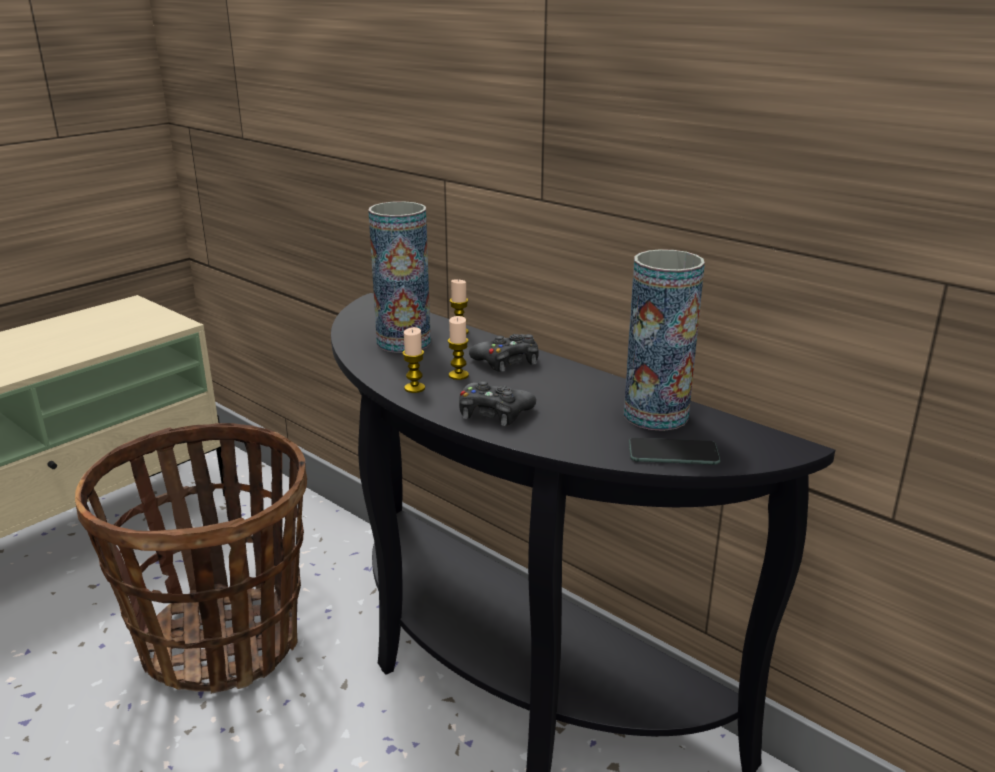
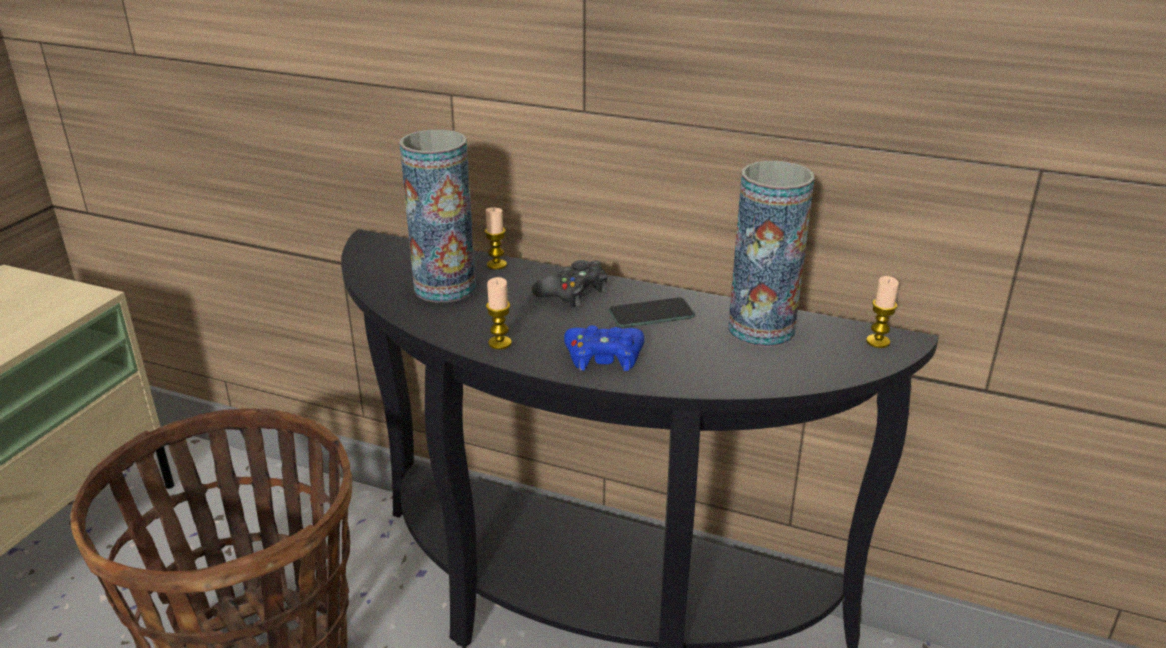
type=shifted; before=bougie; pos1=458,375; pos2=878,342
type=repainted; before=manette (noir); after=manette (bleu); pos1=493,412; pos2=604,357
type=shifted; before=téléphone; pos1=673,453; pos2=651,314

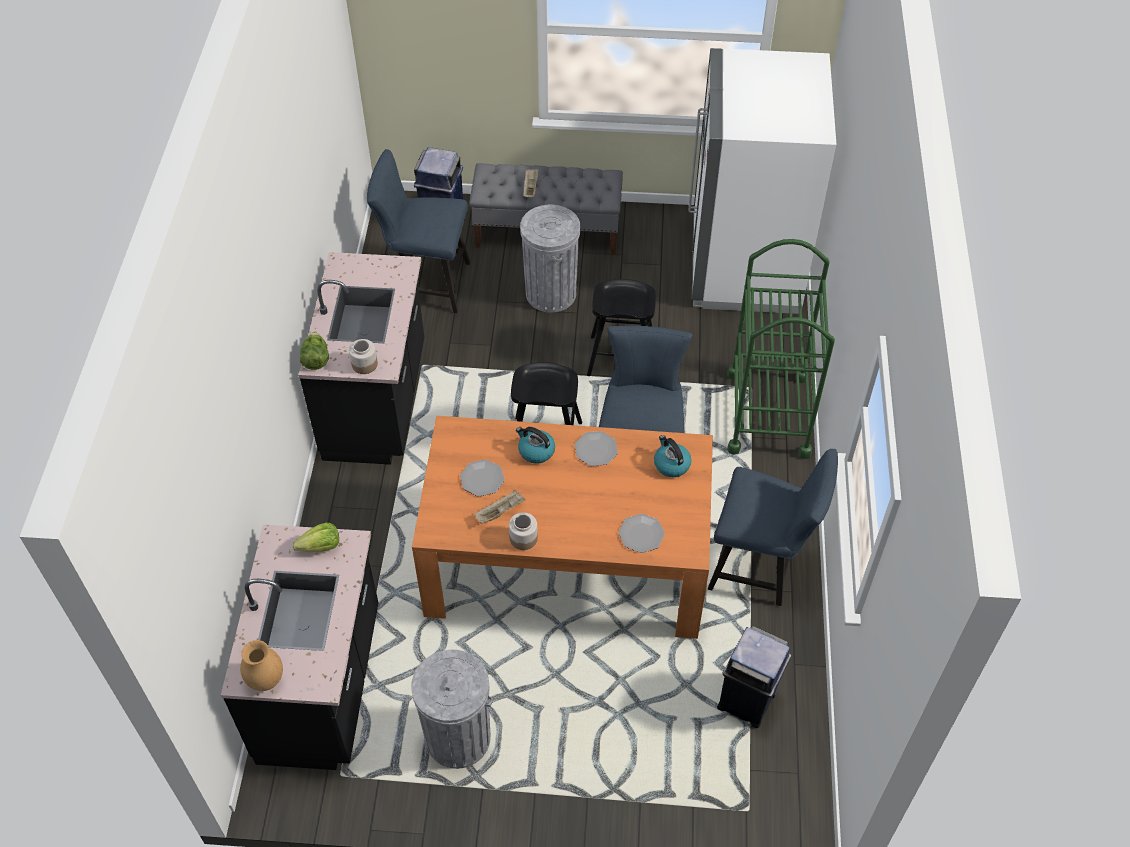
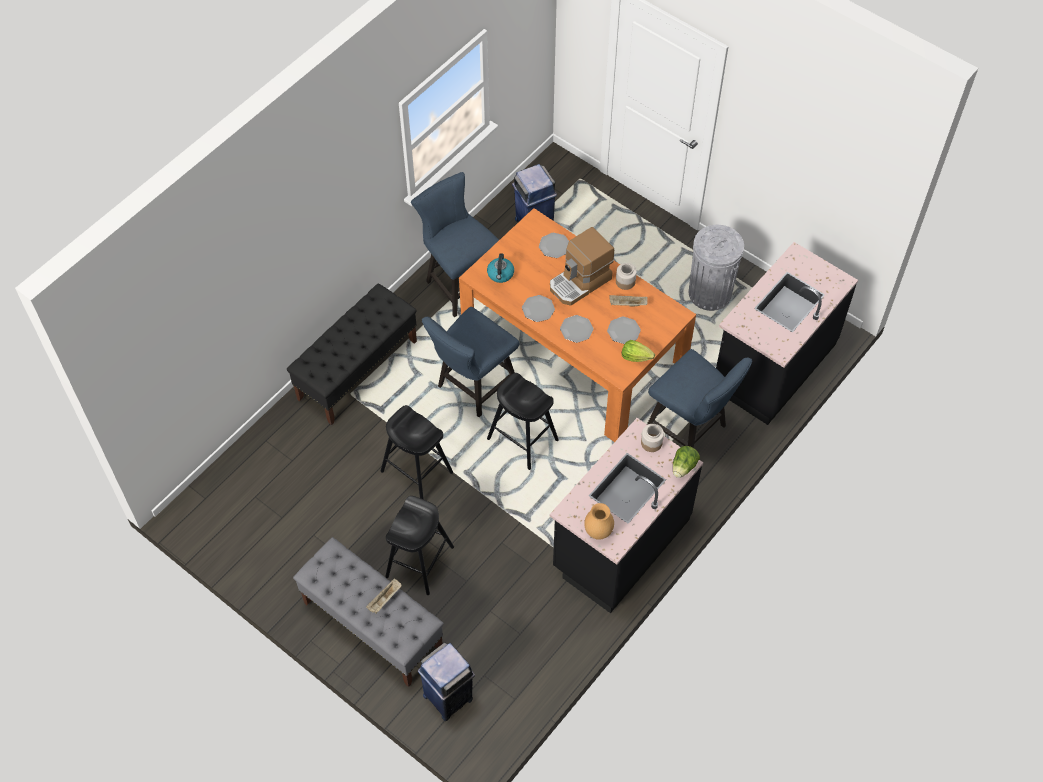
type=shifted; before=vase (marron); pos1=265,680; pos2=599,532
type=shifted; before=laitue; pos1=321,547; pos2=636,357
type=shifted; before=chaise (bleu); pos1=426,283; pos2=690,430
type=swapped; before=bouilloire; after=assiette; pos1=535,451; pos2=576,329
type=swapped; before=poubelle (gris); after=tabouret (noir); pos1=550,293; pos2=420,561
type=gone; before=réfrigérateur (blanc); pos1=744,266
type=swapped; before=chariot (vert); after=banc (noir); pos1=768,413; pos2=357,370
type=new; after=machine à café; pos2=580,282

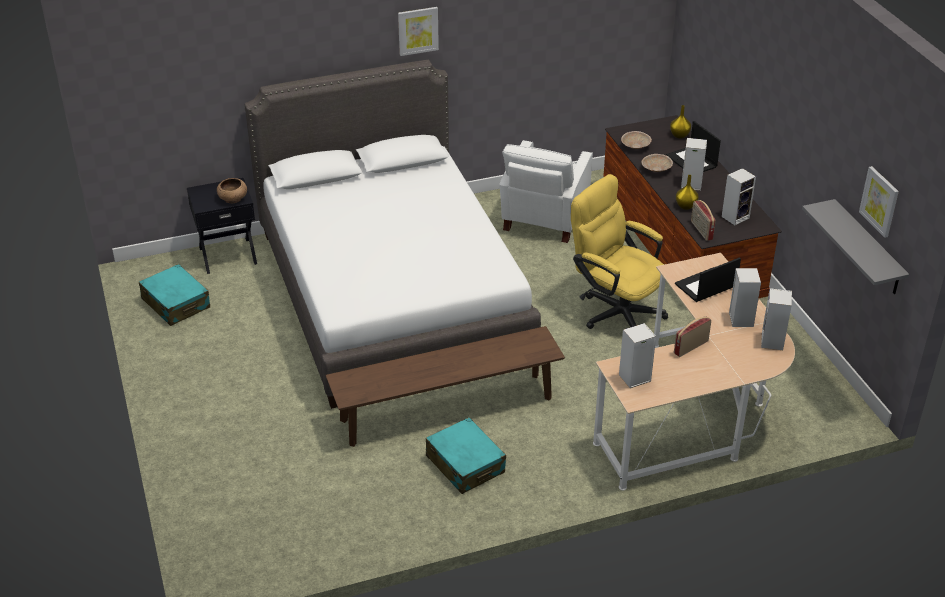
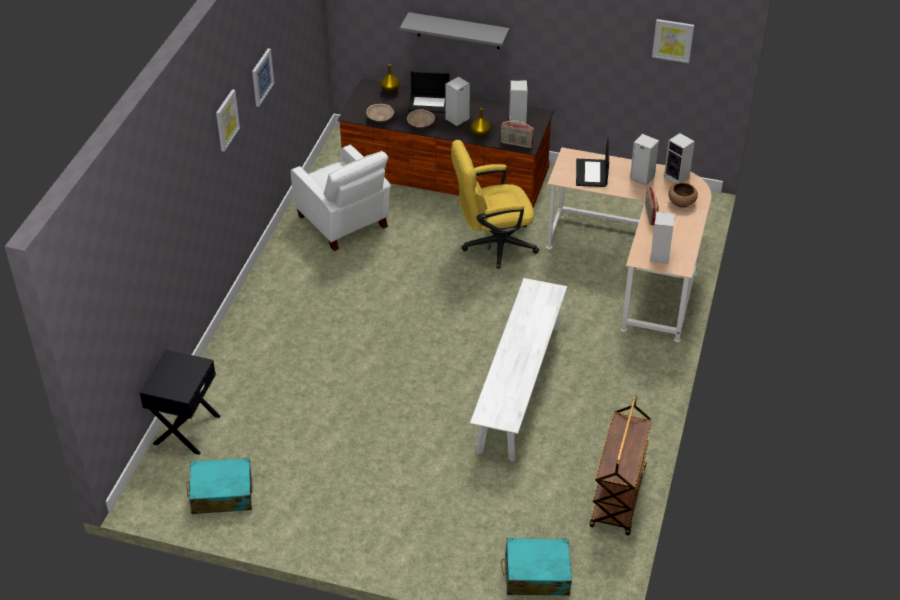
type=shifted; before=bol (marron); pos1=233,199; pos2=682,202
type=gone; before=lit (blanc); pos1=391,295
type=repainted; before=banc (marron); after=banc (blanc); pos1=446,409; pos2=519,387
type=shifted; before=valise (turquoise); pos1=465,464; pos2=536,574
type=shifted; before=étagère (gris); pos1=867,248; pos2=458,31
type=new; after=tableau; pos2=262,77
type=new; after=chariot (marron); pos2=618,497

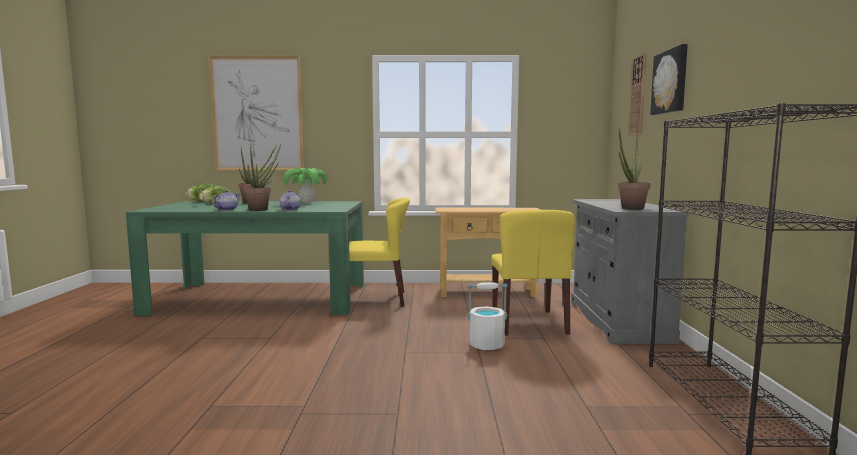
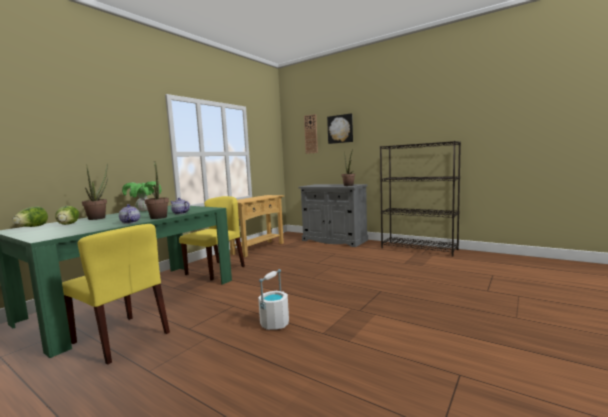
type=gone; before=tableau; pos1=257,114
type=shifted; before=seau (blanc); pos1=487,345; pos2=275,323
type=shifted; before=chaise (jaune); pos1=529,323; pos2=122,338

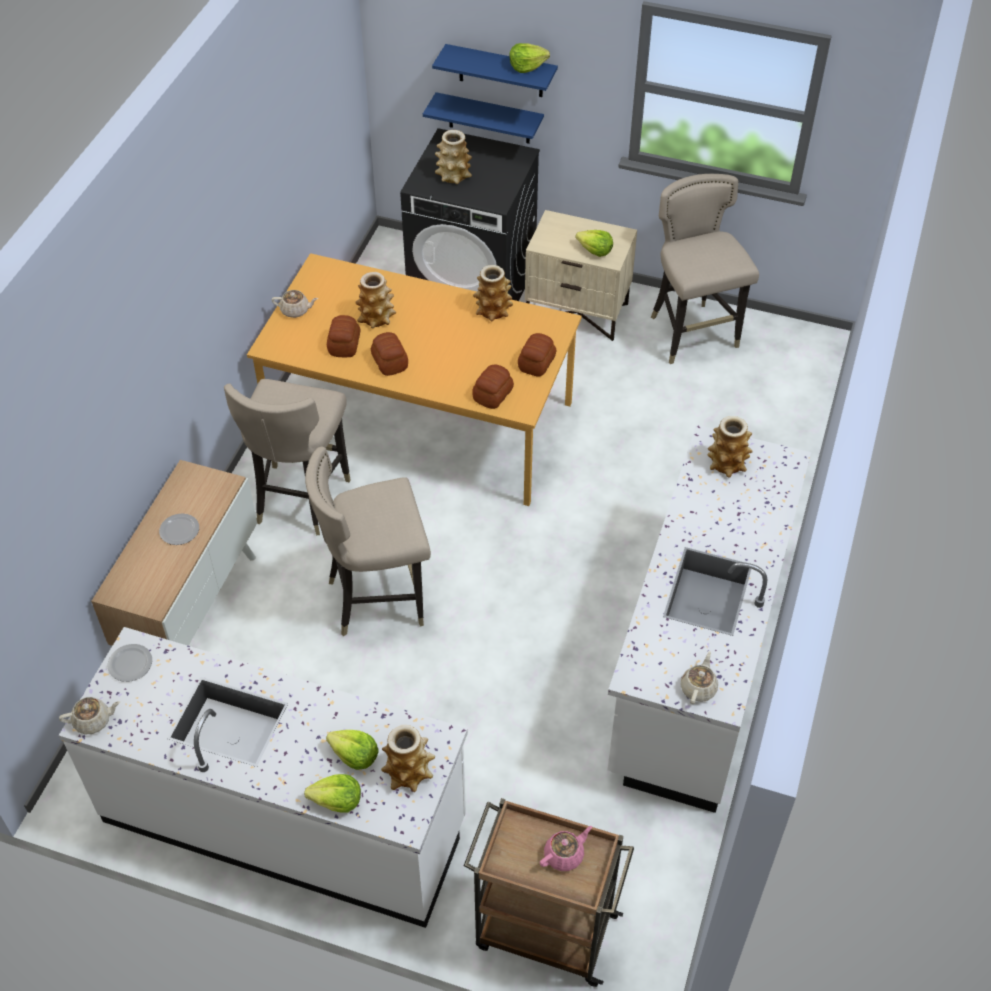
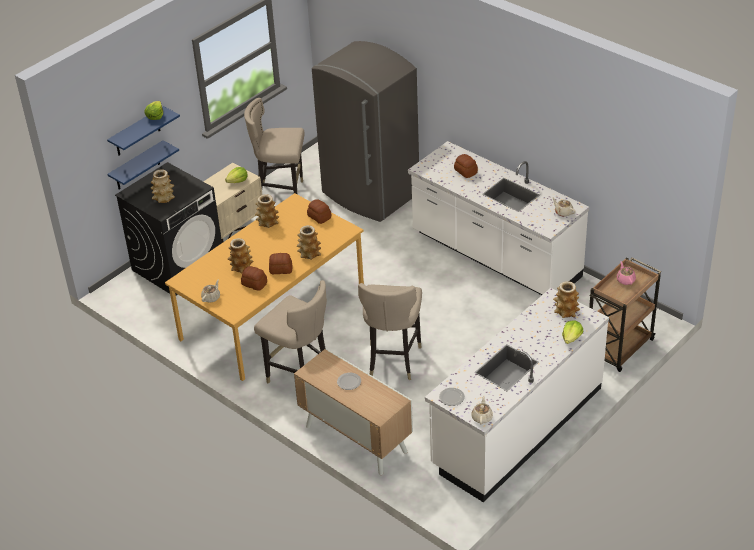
type=gone; before=laitue; pos1=354,756
type=shifted; before=pain; pos1=493,394; pos2=465,171
type=shifted; before=vase; pos1=727,463; pos2=309,253
type=new; after=réfrigérateur (gris); pos2=370,194

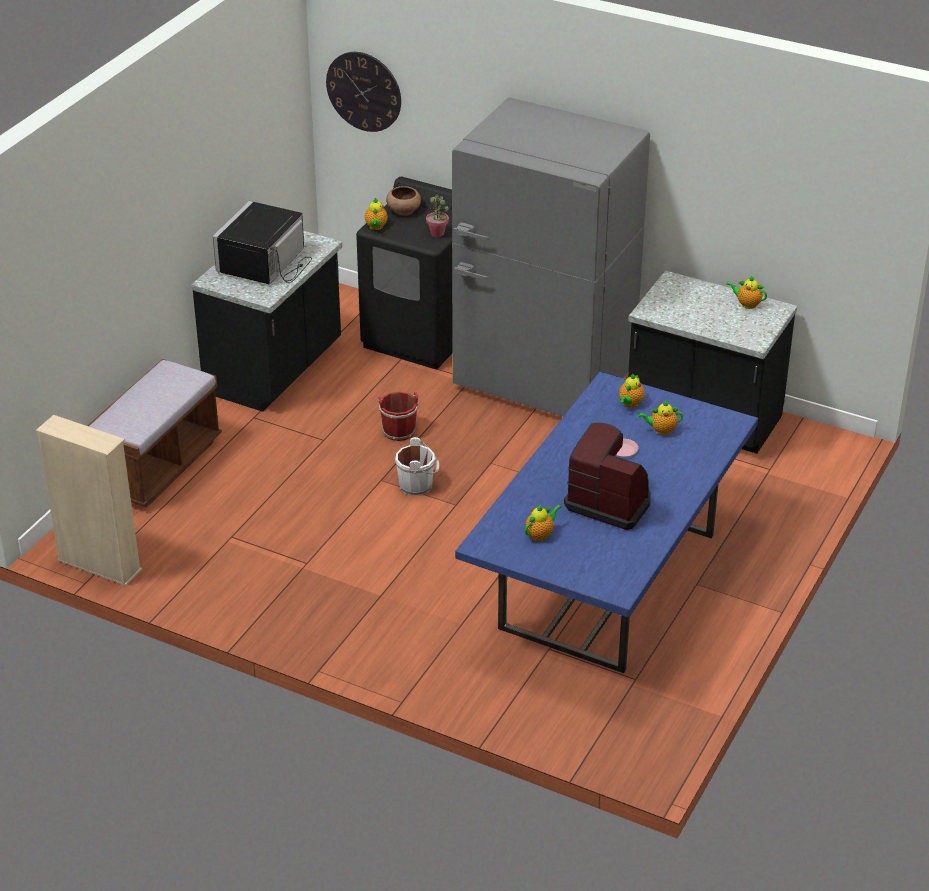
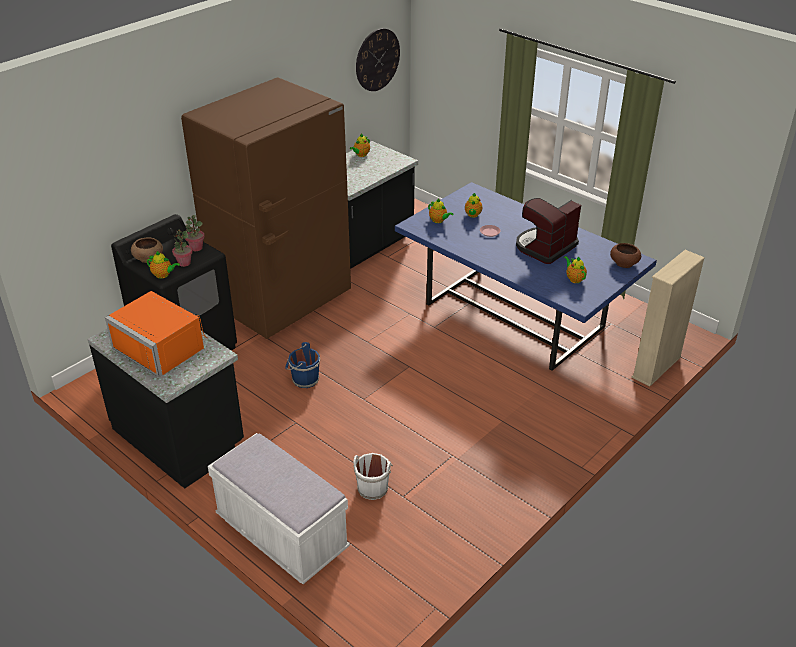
type=shifted; before=bibliothèque (beige); pos1=99,565; pos2=656,367
type=repainted; before=banc (marron); after=banc (blanc); pos1=157,466; pos2=282,535
type=repainted; before=micro-ondes (noir); after=micro-ondes (orange); pos1=266,264; pos2=164,347
type=shifted; before=horloge murale; pos1=364,91; pos2=377,60
type=repainted; before=seau (rouge); after=seau (bleu); pos1=398,430; pos2=304,380
type=shifted; before=seau (blanc); pos1=417,485; pos2=372,487
type=repainted; before=réfrigérateur (gris); after=réfrigérateur (marron); pos1=543,381; pos2=282,300
type=new; after=plante en pot; pos2=184,263
type=new; after=bol (marron); pos2=624,263

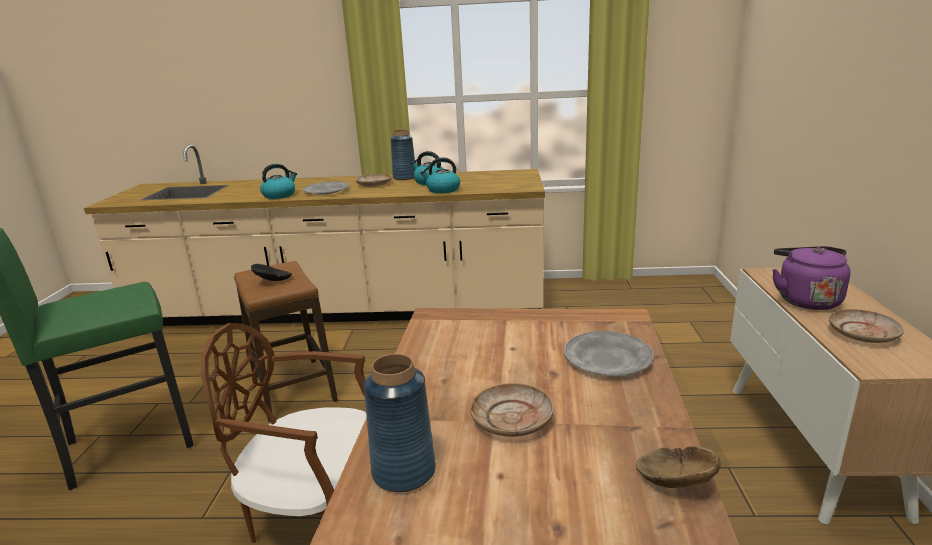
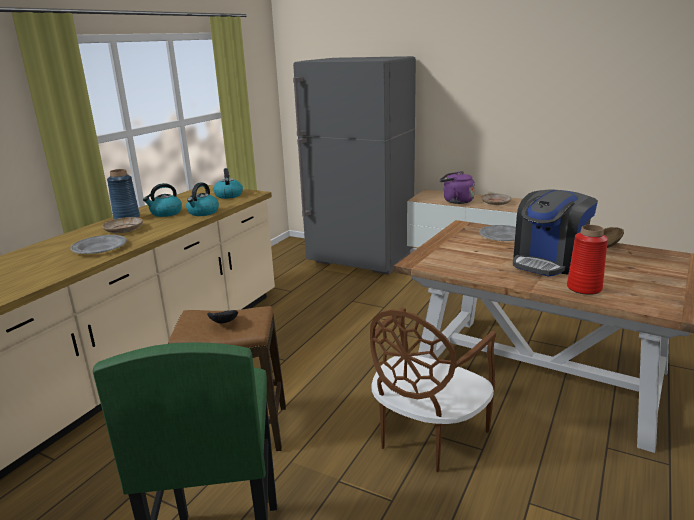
type=shifted; before=bouilloire; pos1=279,195; pos2=228,195
type=repainted; before=vase (bleu); after=vase (rouge); pos1=403,471; pos2=584,288
type=swapped; before=assiette (beige); after=machine à café; pos1=512,419; pos2=549,262
type=new; after=réfrigérateur (gris); pos2=360,261

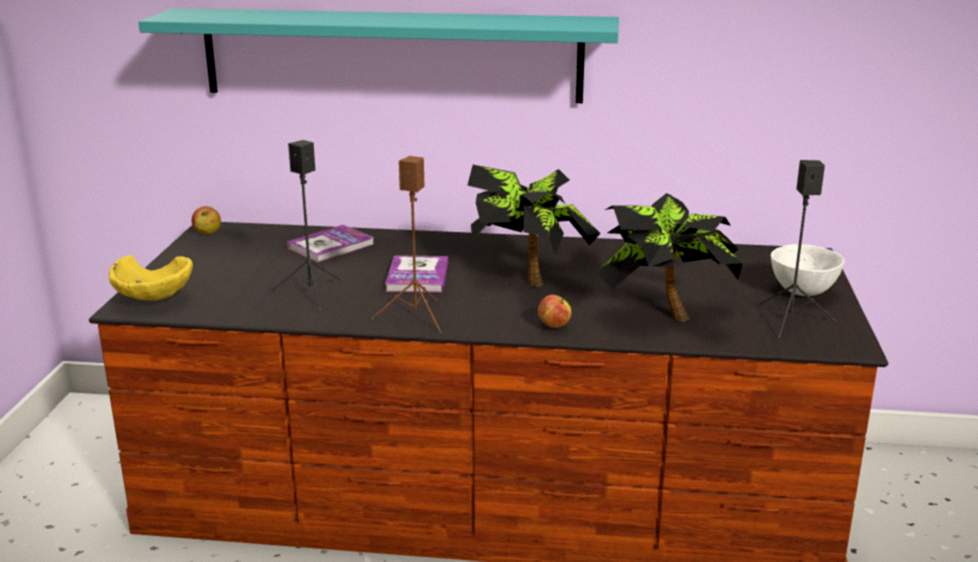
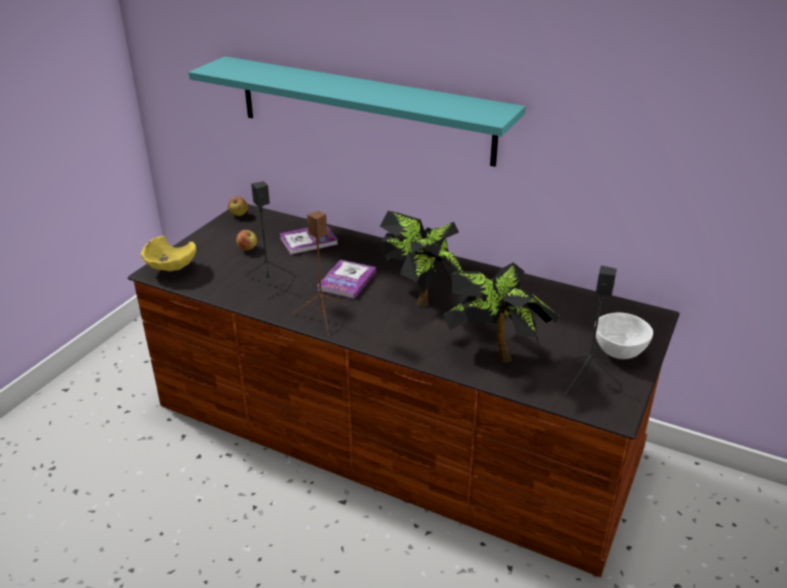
type=shifted; before=pomme; pos1=554,326; pos2=247,248

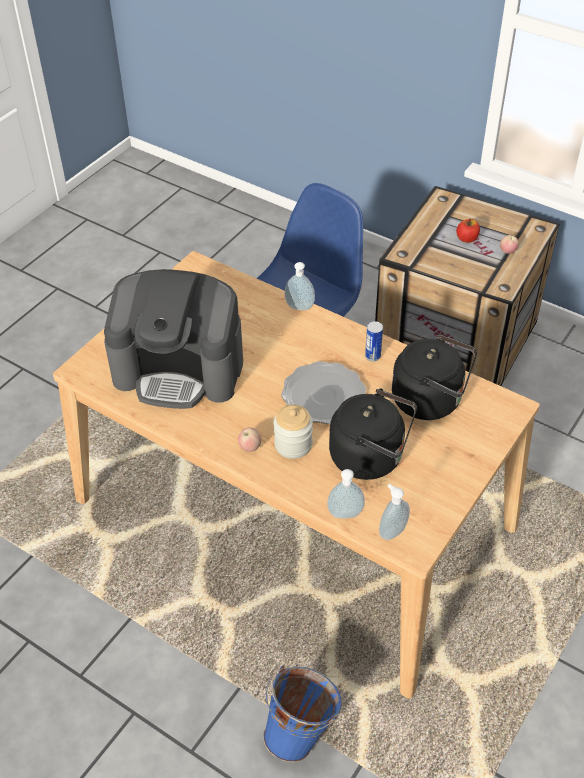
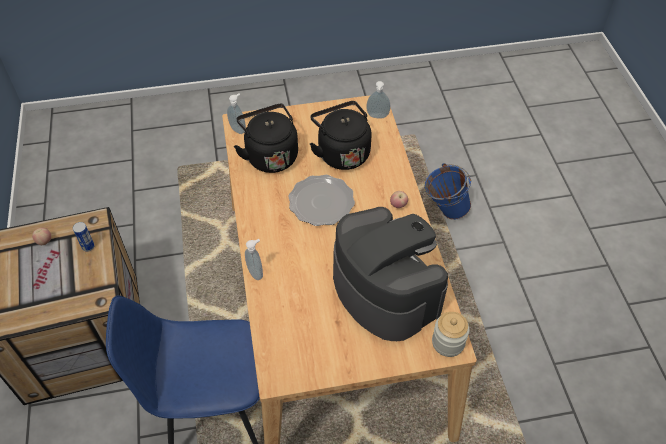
type=shifted; before=bocal; pos1=293,444; pos2=448,342
type=shifted; before=distributeur de savon; pos1=345,516; pos2=238,129
type=shifted; before=boîte métallique; pos1=372,356; pos2=88,246
type=gone; before=pomme; pos1=467,238

